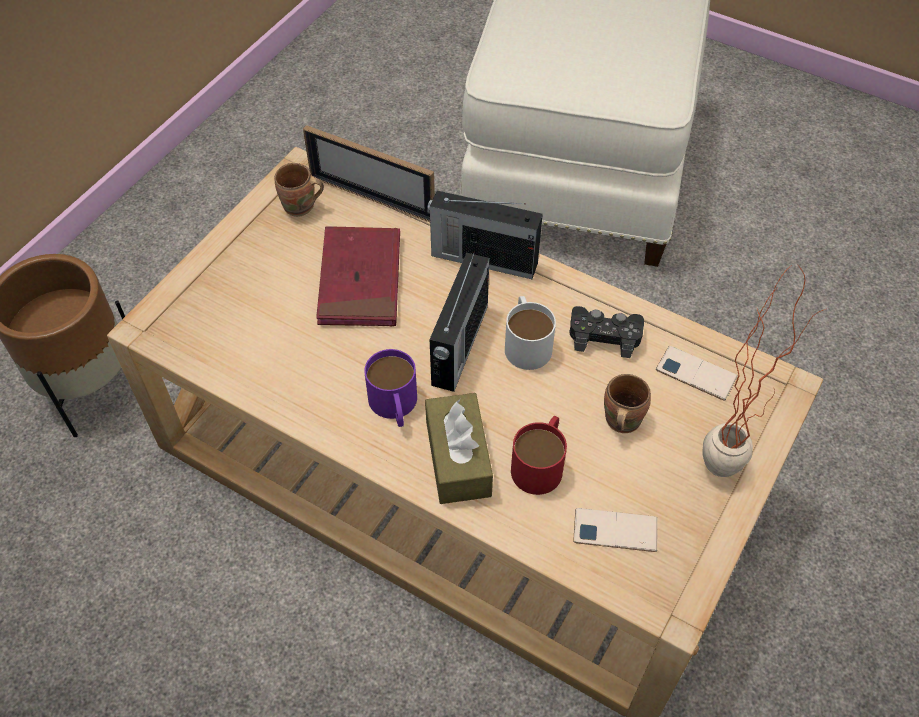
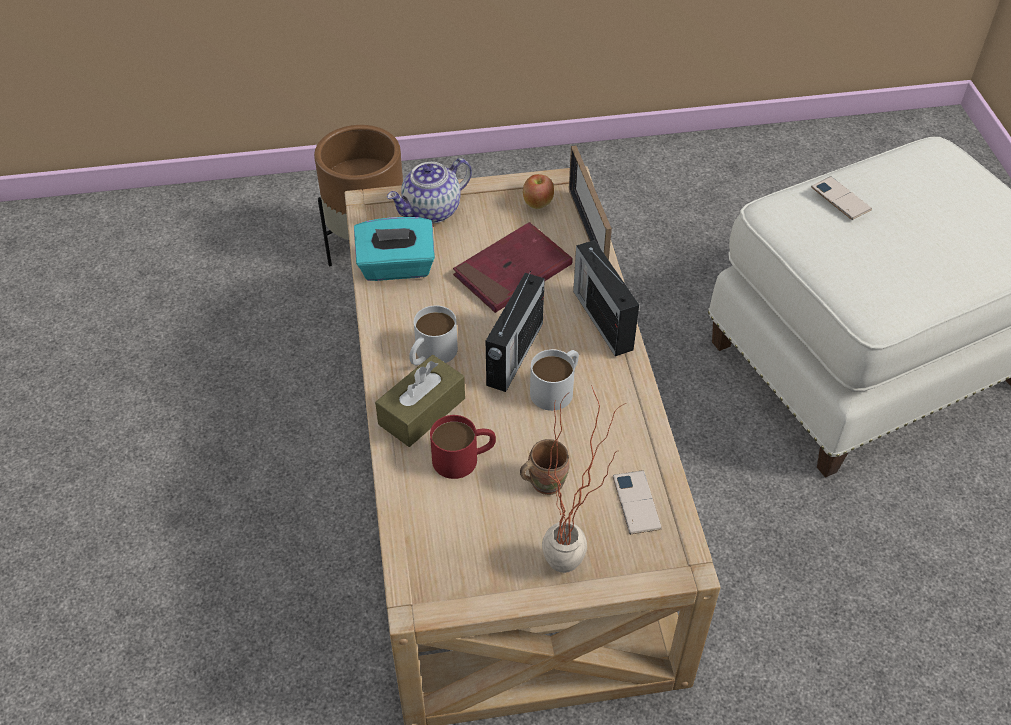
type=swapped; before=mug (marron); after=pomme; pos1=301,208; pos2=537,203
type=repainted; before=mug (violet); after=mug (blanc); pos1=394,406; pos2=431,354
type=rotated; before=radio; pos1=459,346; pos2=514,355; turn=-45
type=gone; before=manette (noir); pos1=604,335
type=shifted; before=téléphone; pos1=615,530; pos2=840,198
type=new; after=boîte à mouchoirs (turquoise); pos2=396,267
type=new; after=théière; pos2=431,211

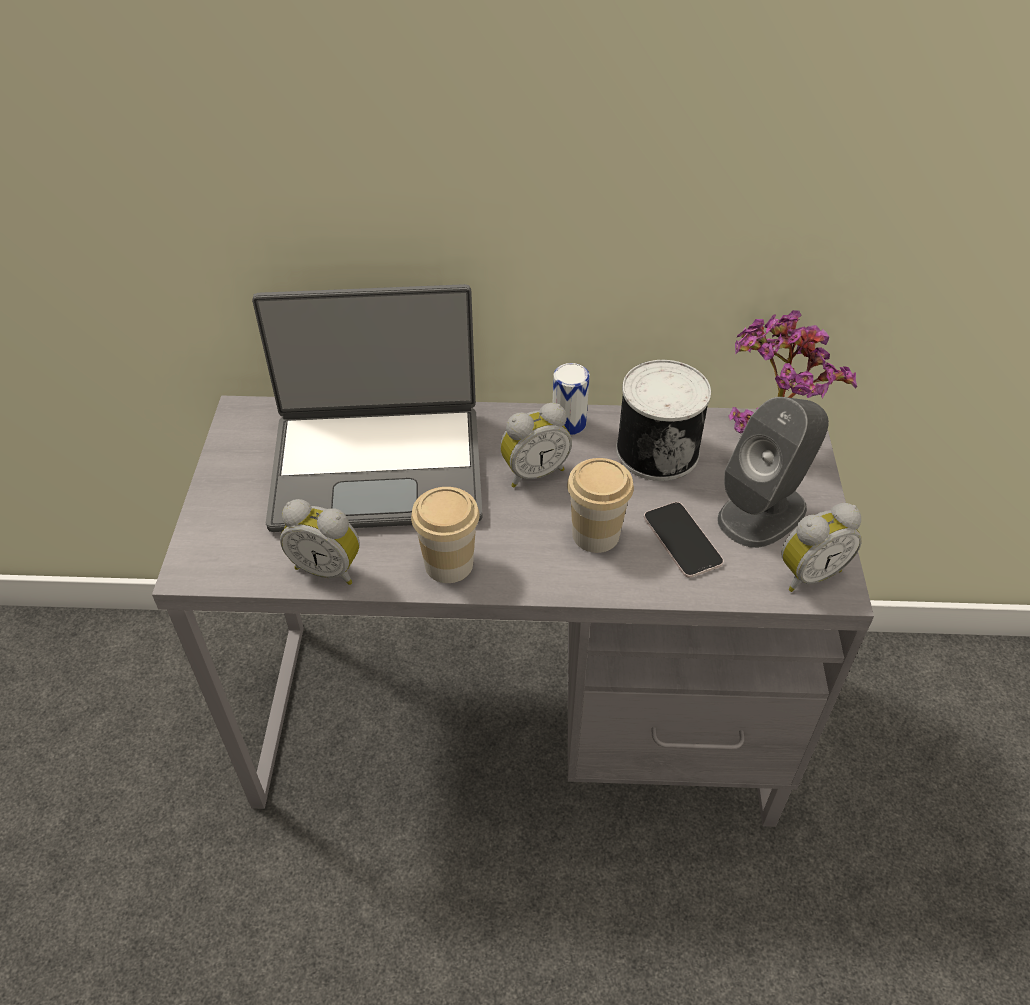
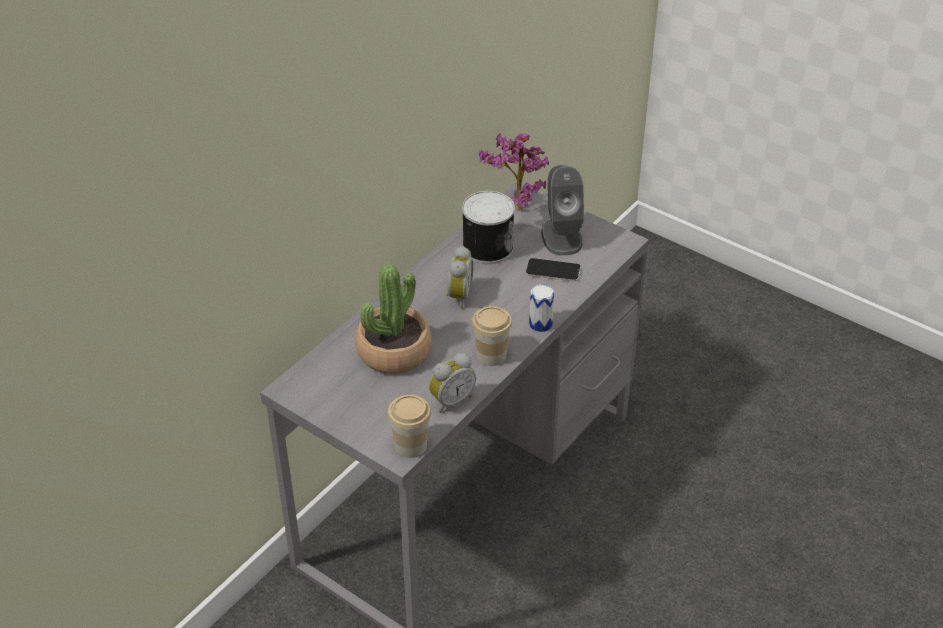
type=swapped; before=ordinateur portable; after=plante en pot; pos1=378,466; pos2=394,351
type=shifted; before=boîte métallique; pos1=568,423; pos2=540,324
type=shifted; before=tasse; pos1=595,534; pos2=410,446
type=gone; before=réveil; pos1=808,573

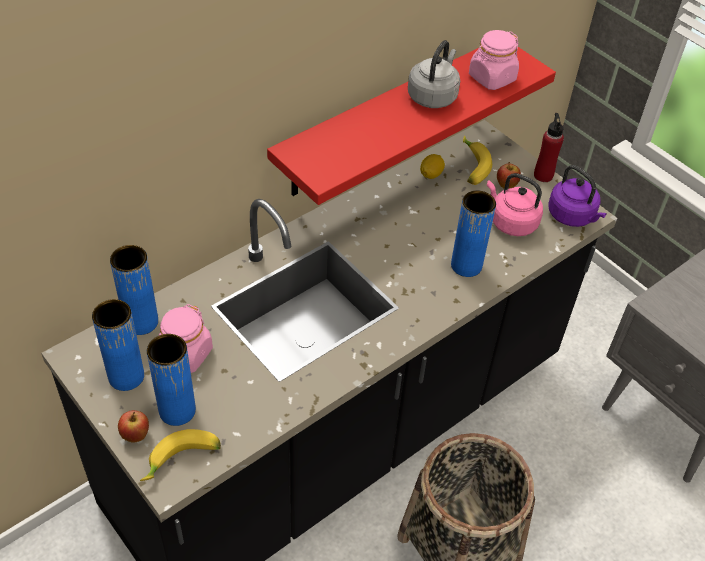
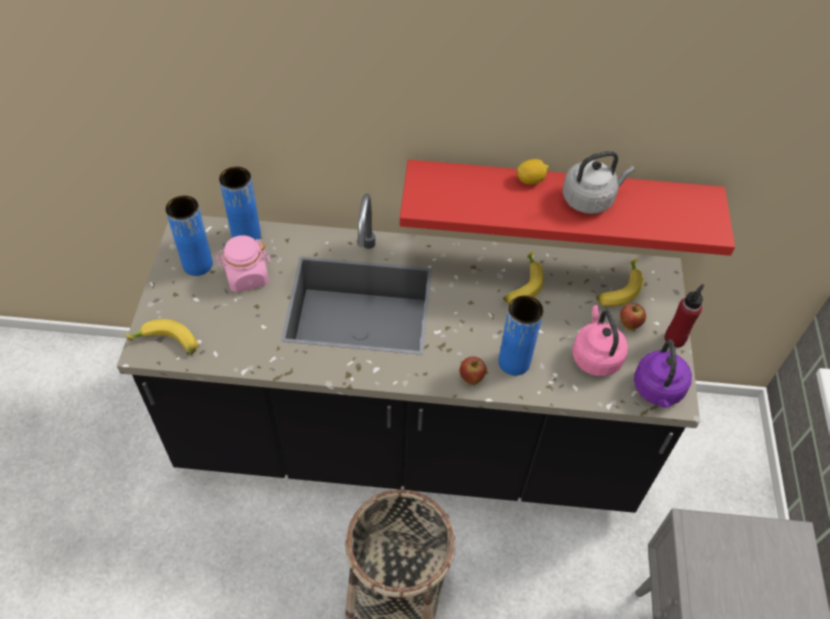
type=shifted; before=pomme; pos1=136,435; pos2=471,378
type=gone; before=vase (bleu); pos1=177,410
type=shifted; before=citron; pos1=431,174; pos2=530,180
type=gone; before=bocal (rose); pos1=491,78
type=new; after=banane; pos2=521,284

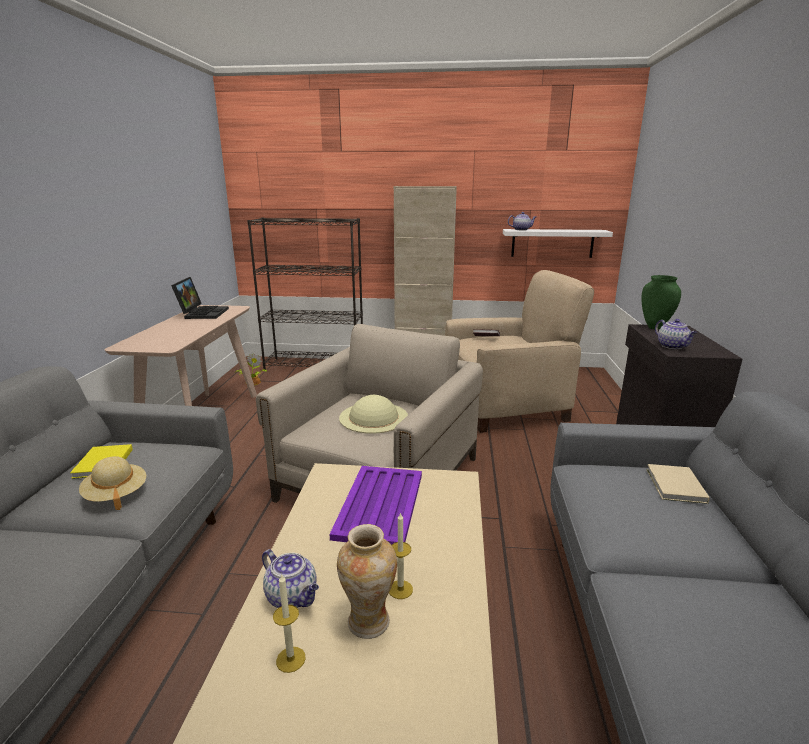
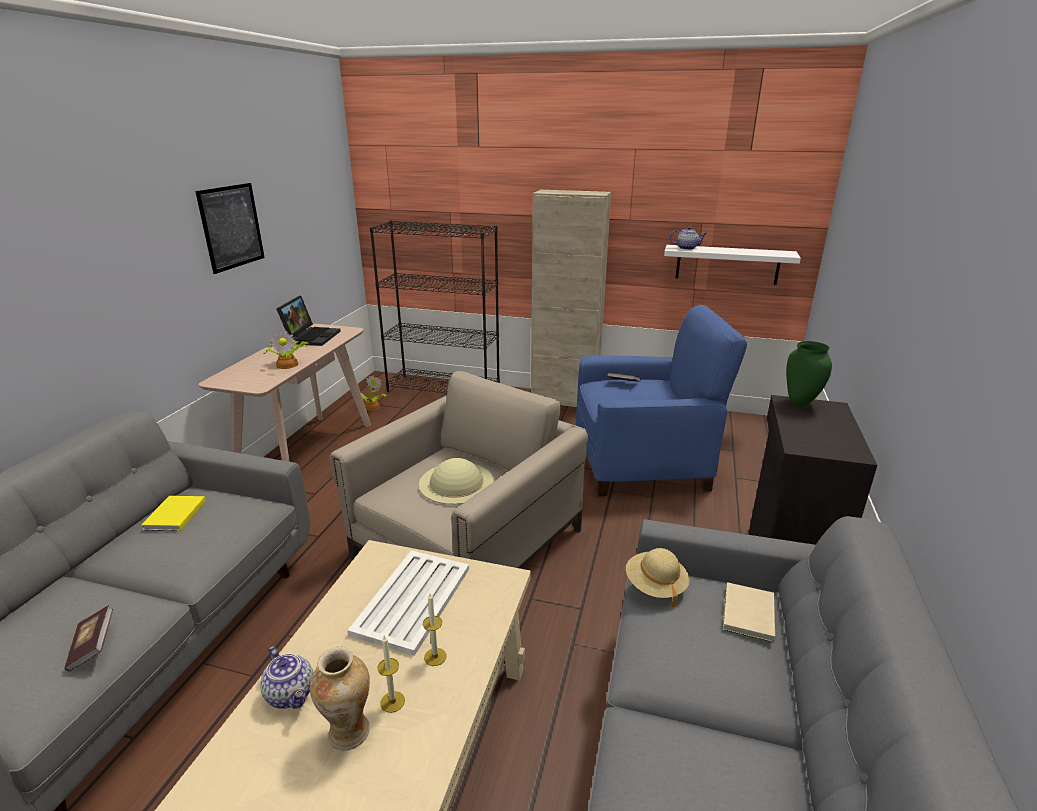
type=shifted; before=chapeau (beige); pos1=116,494; pos2=655,586
type=shifted; before=bougie; pos1=290,659; pos2=435,657
type=repainted; before=plateau (violet); after=plateau (blanc); pos1=380,504; pos2=413,599
type=repainted; before=fauteuil (beige); after=fauteuil (bleu); pos1=506,406; pos2=642,462
type=gone; before=théière; pos1=673,346
type=new; after=livre; pos2=93,646
type=new; after=tableau; pos2=231,227
type=new; after=plante en pot; pos2=288,364

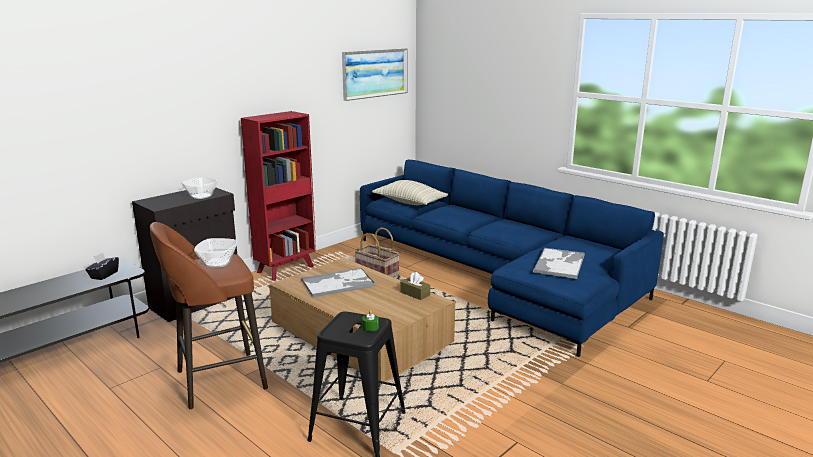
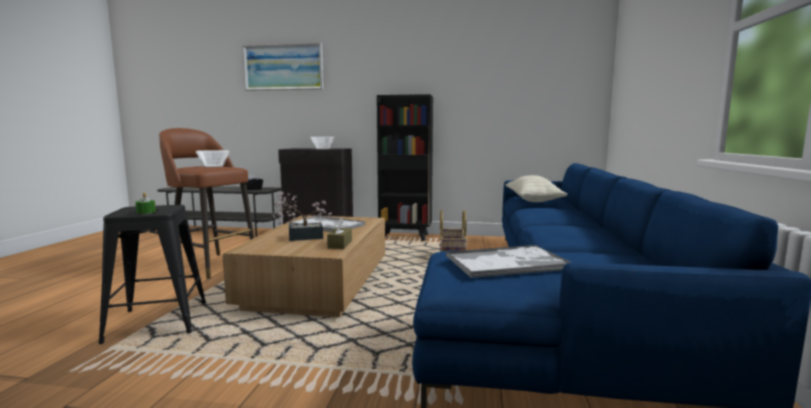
type=repainted; before=bibliothèque (rouge); after=bibliothèque (noir); pos1=286,269; pos2=405,237
type=shifted; before=tableau; pos1=375,73; pos2=283,67
type=new; after=plante en pot; pos2=301,237

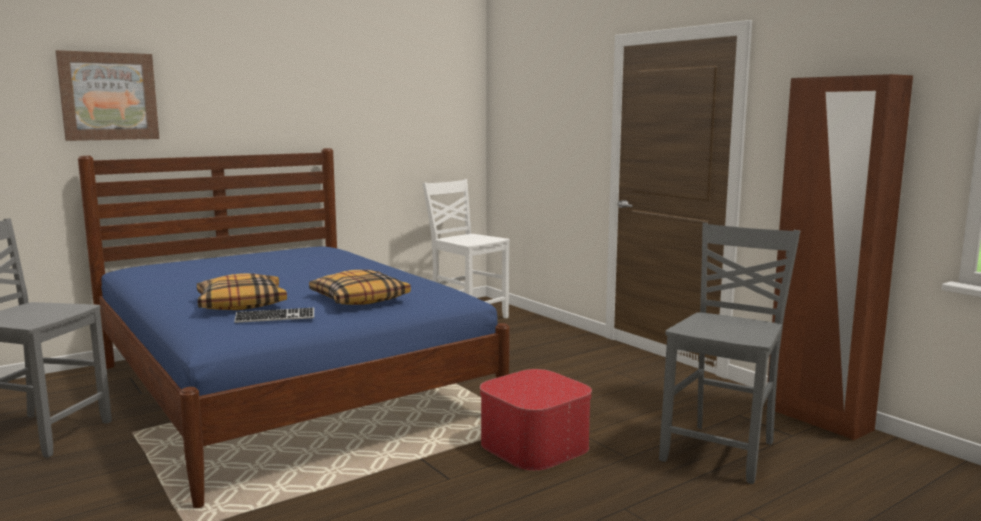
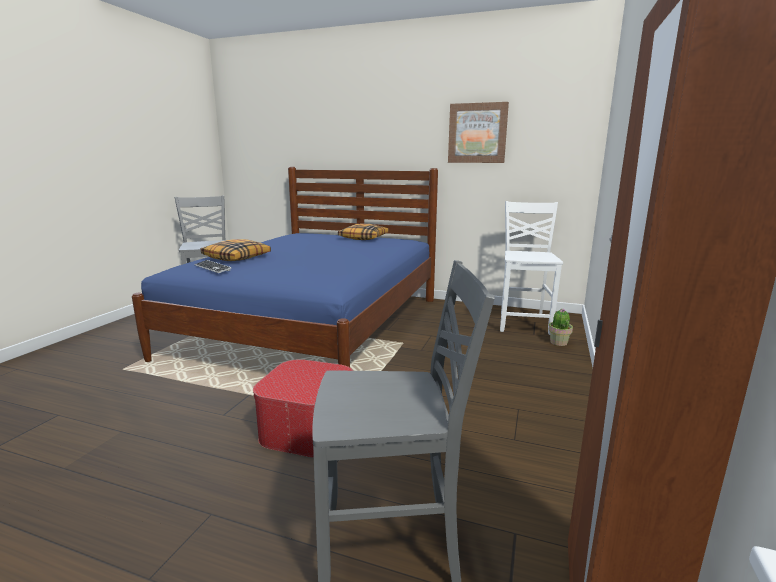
type=shifted; before=tableau; pos1=109,96; pos2=477,133
type=shifted; before=coussin; pos1=359,299; pos2=364,238
type=new; after=plante en pot; pos2=558,342

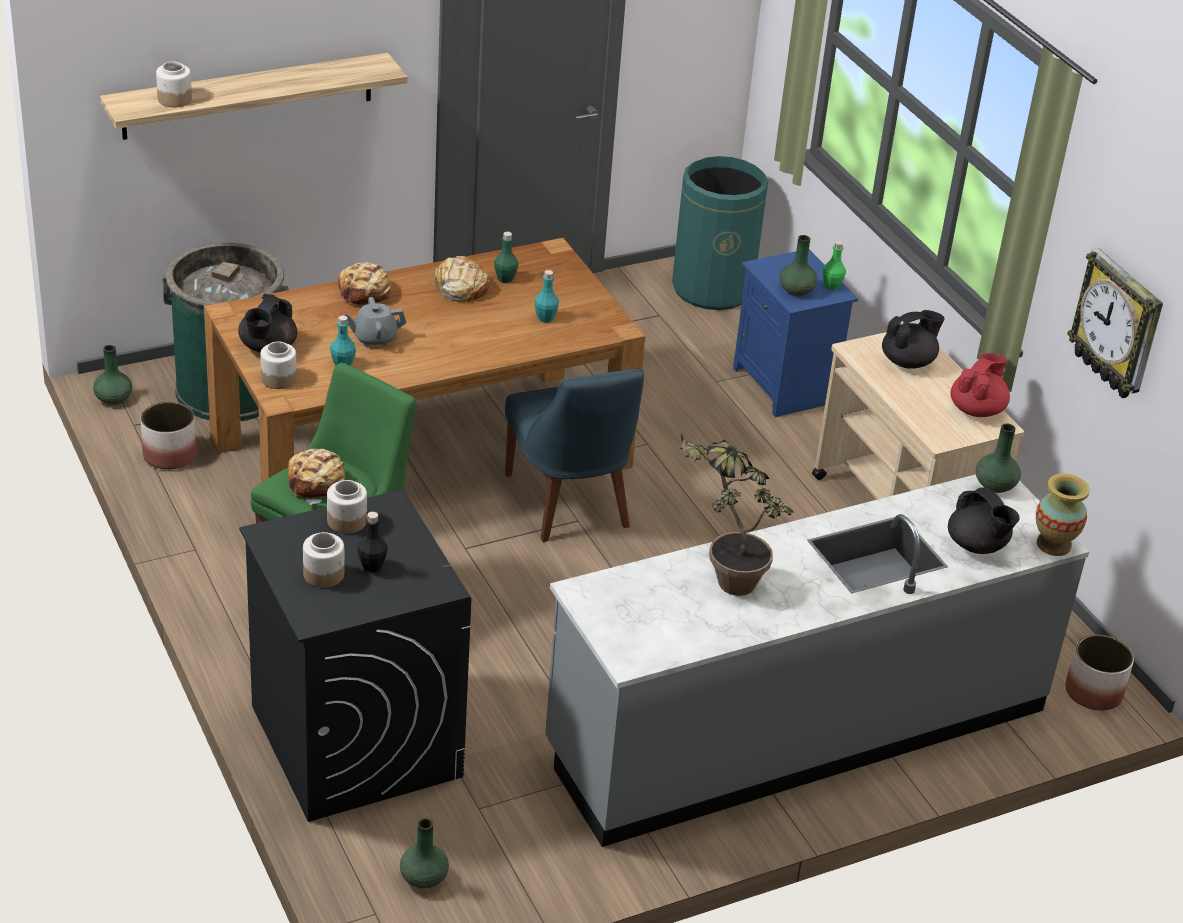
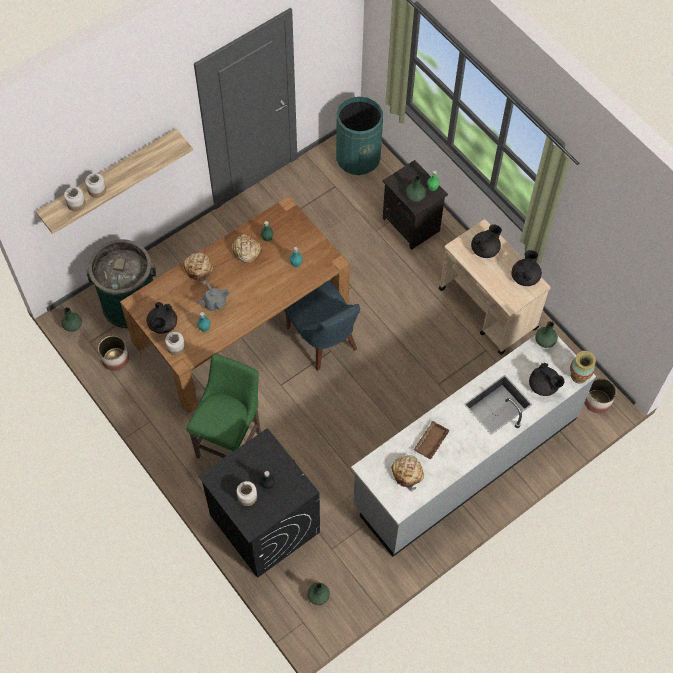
type=shifted; before=pain; pos1=317,484; pos2=408,473
type=shifted; before=bocal; pos1=347,521; pos2=97,190
type=swapped; before=plante en pot; after=plateau (marron); pos1=724,577; pos2=430,441
type=repainted; before=table de chevet (bleu); after=table de chevet (noir); pos1=786,386; pos2=412,224
type=repainted; before=théière (rouge); after=théière (noir); pos1=977,409; pos2=525,277
type=gone; before=horloge murale; pos1=1117,325

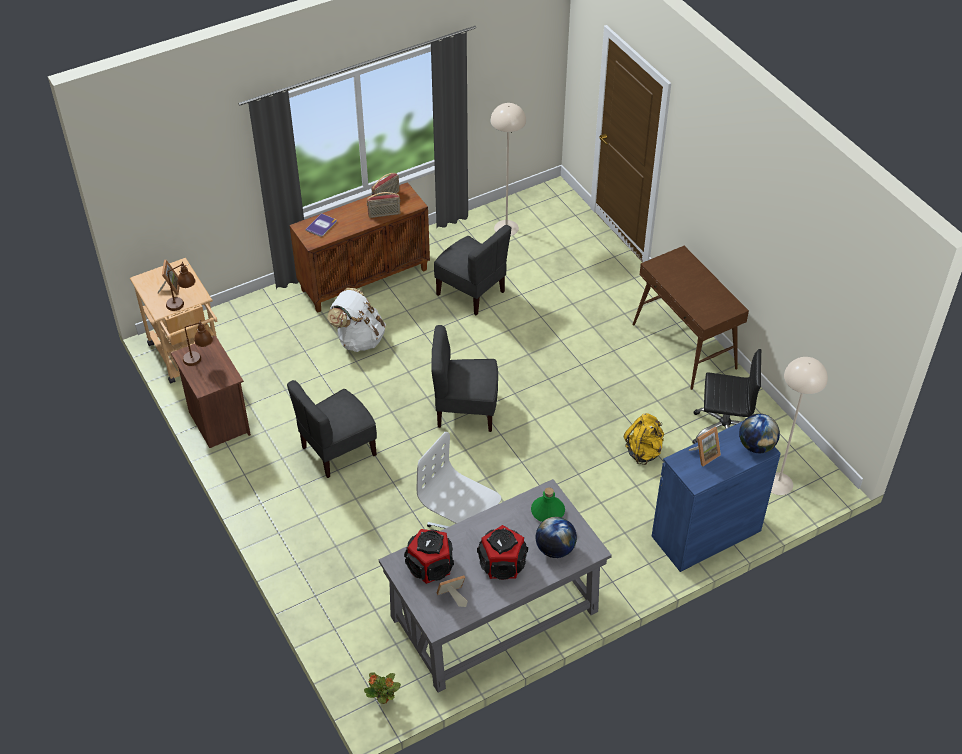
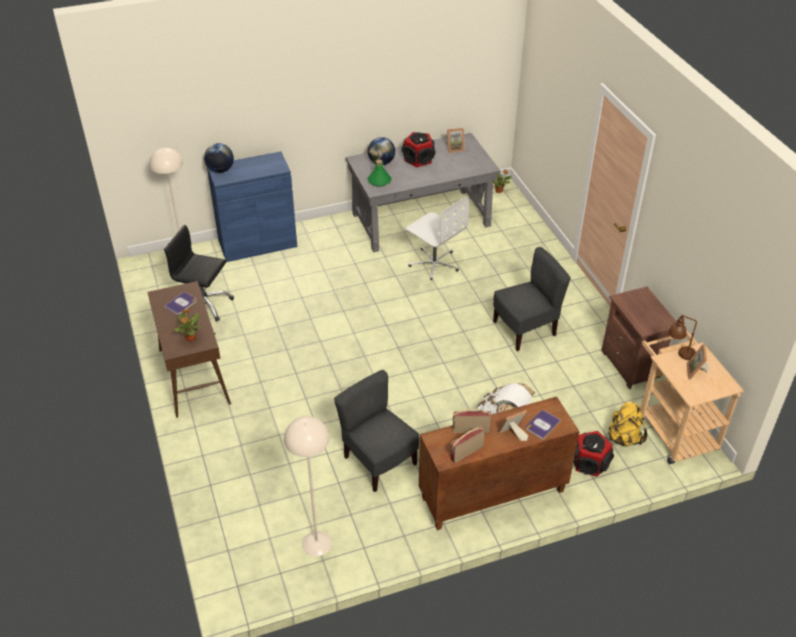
type=gone; before=lampe de table (marron); pos1=200,359
type=shifted; before=enceinte; pos1=430,566; pos2=590,463
type=gone; before=chaise (gris); pos1=465,410
type=shifted; before=sac à dos (jaune); pos1=643,451; pos2=624,438
type=shifted; before=cadre photo; pos1=704,455; pos2=512,434
type=new; after=livre; pos2=181,304
type=new; after=plante en pot; pos2=190,338

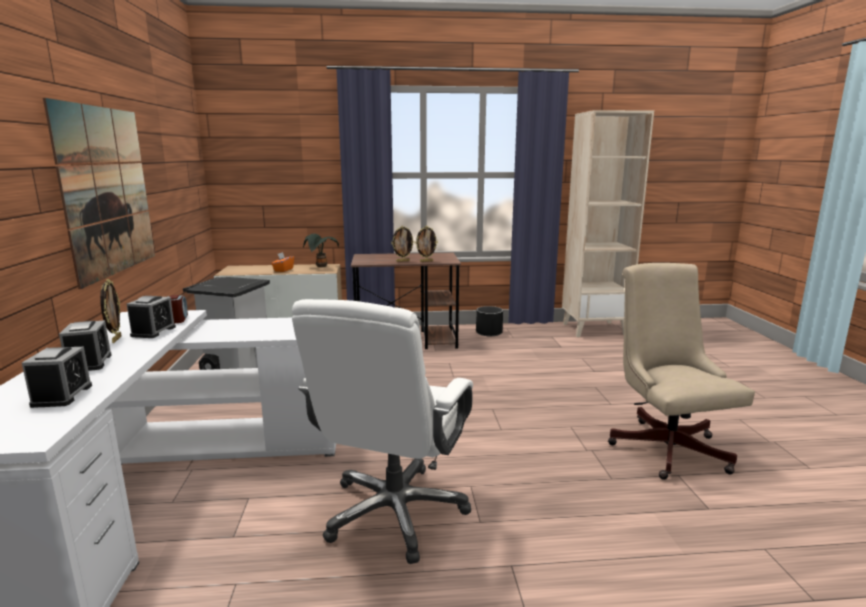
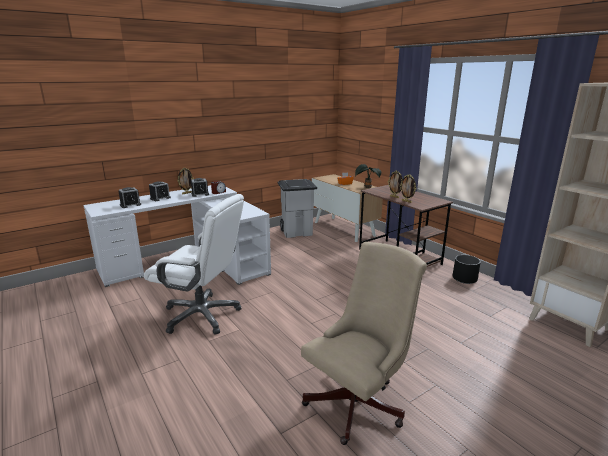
type=gone; before=tableau; pos1=107,191
type=rotated; before=chaise de bureau (blanc); pos1=394,512; pos2=202,315; turn=-150

